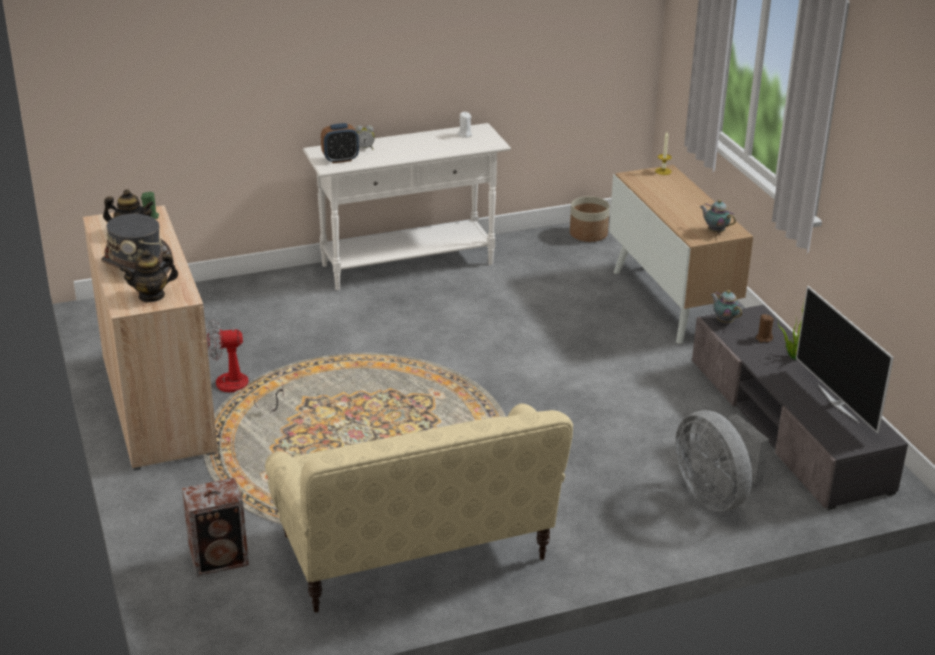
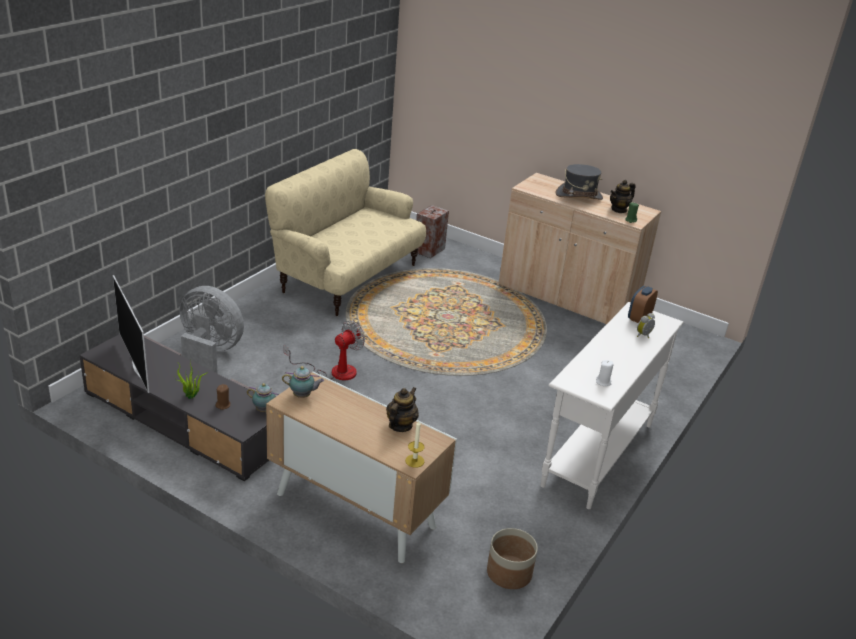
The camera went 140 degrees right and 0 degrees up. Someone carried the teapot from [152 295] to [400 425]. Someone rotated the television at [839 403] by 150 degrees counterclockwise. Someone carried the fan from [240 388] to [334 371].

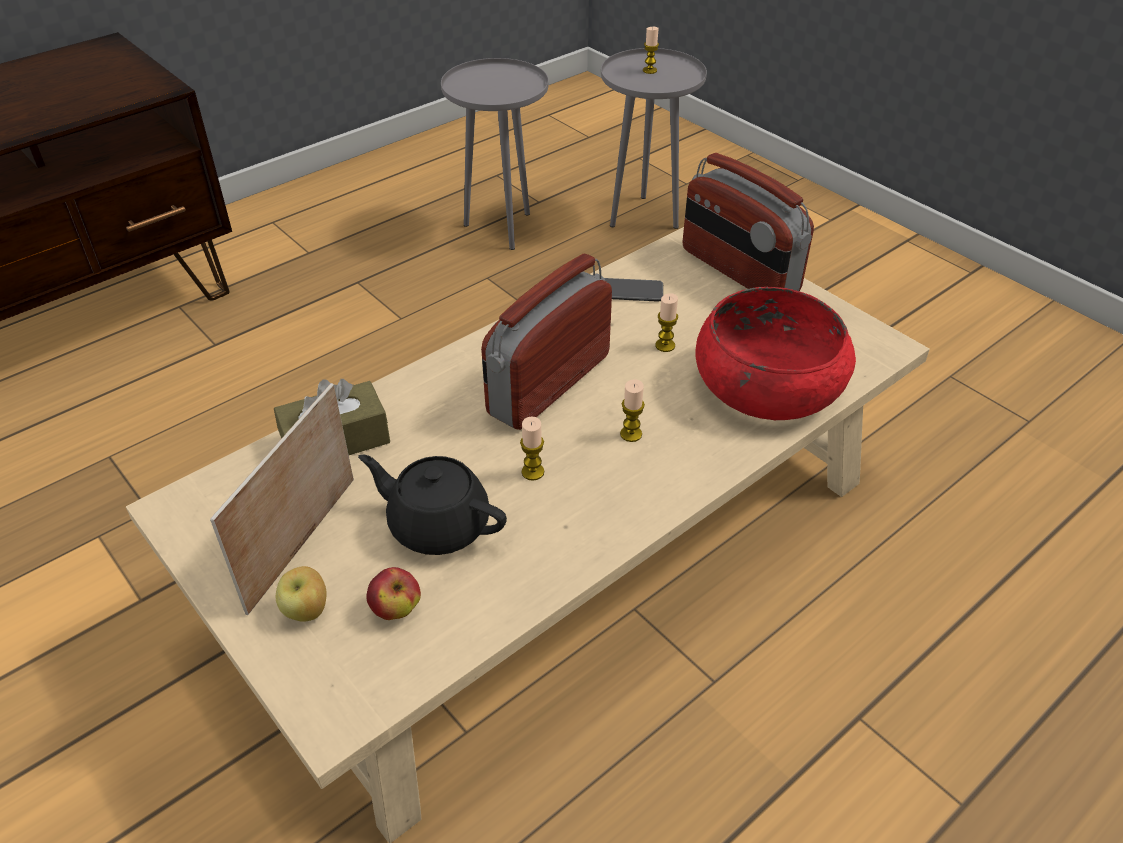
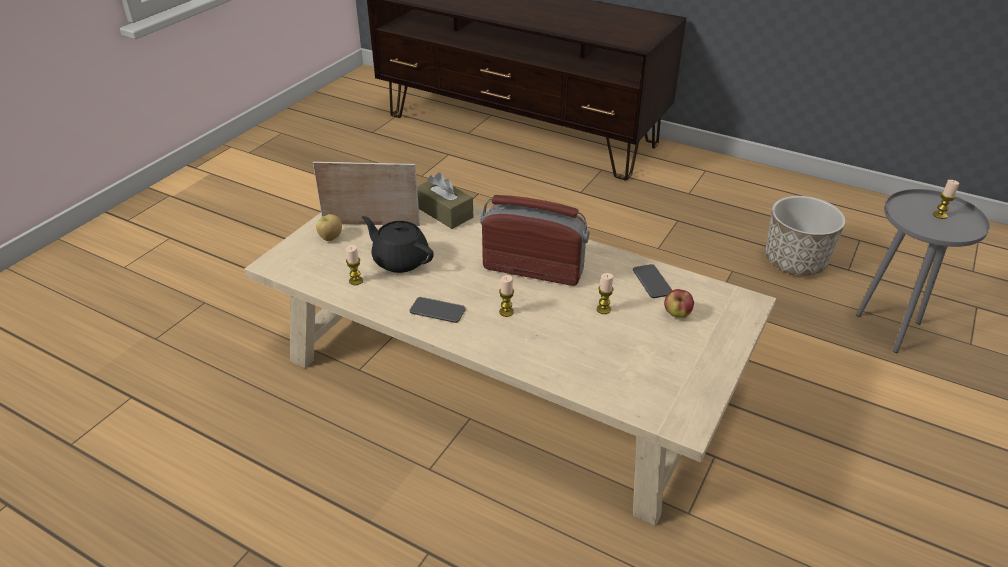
The camera went 70 degrees right and 5 degrees down. Someone swapped the side table (grey) at [501 229] for the planter at [794 261]. Someone took away the radio at [738 271]. Someone took away the bowl (red) at [767 384]. Someone carried the candle from [532 472] to [356 281]. Someone rotated the teapot (black) at [437 524] by 60 degrees counterclockwise. Someone carried the apple from [396 609] to [677 314]. Someone put down the phone at [437 311].

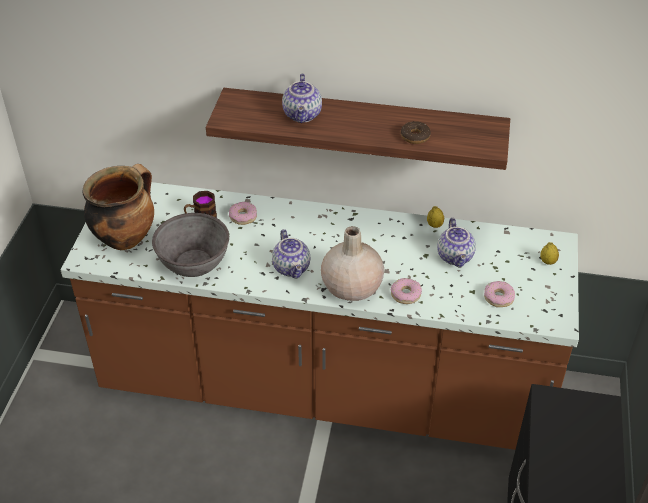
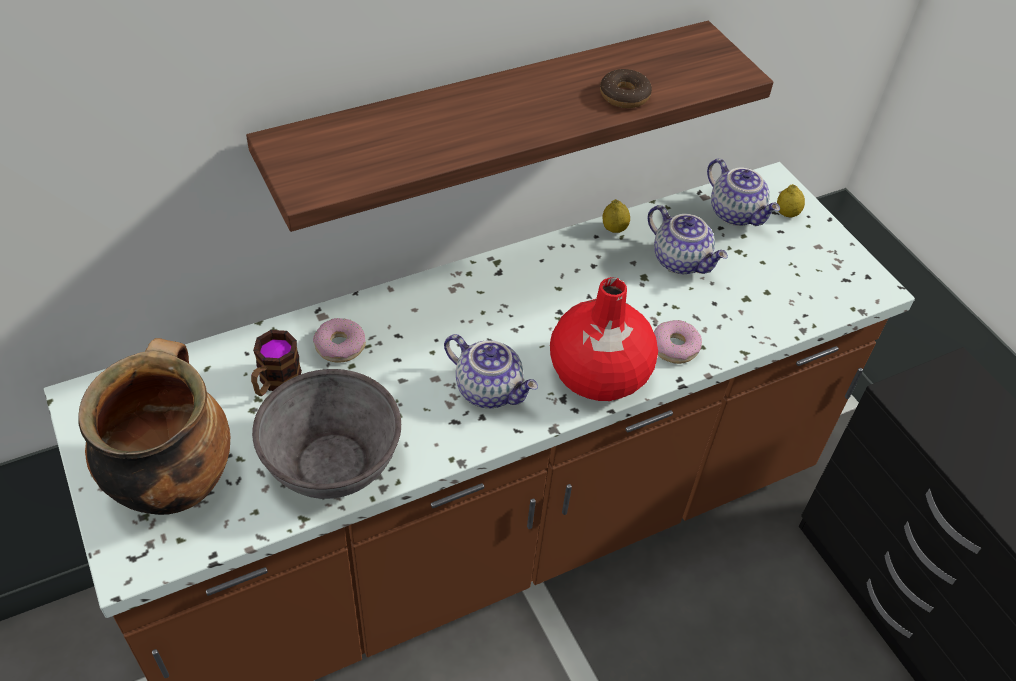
The camera went 40 degrees left and 5 degrees up. Someone carried the teapot from [303 115] to [736 213]. Someone repainted the vase (beige) at [351 287], which became the vase (red) at [597 375]. Someone took away the donut at [498 297].

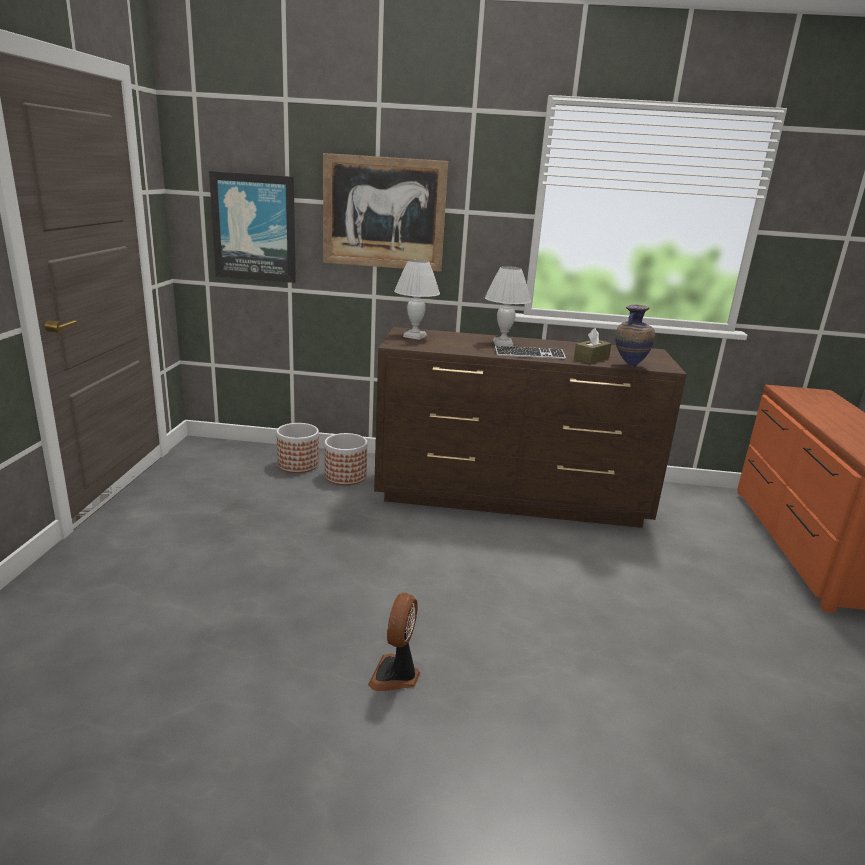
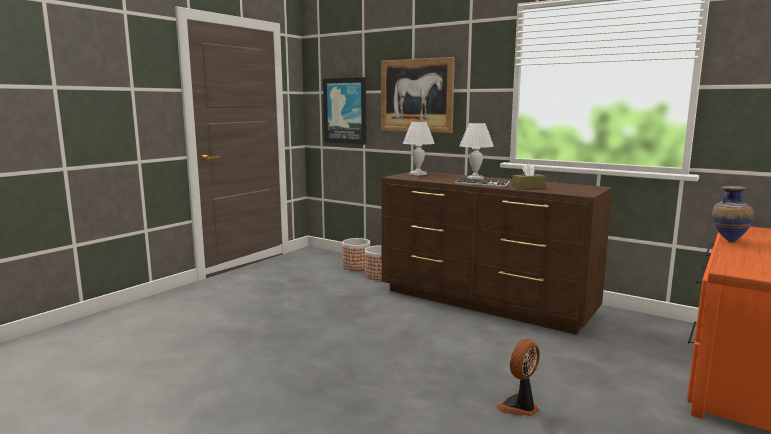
The camera went 30 degrees right and 10 degrees down. Someone carried the vase from [629 365] to [728 241]. Someone carried the fan from [396 675] to [519 407].

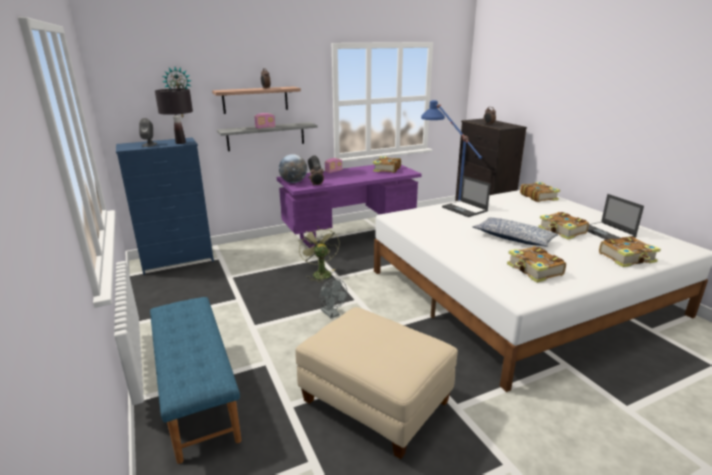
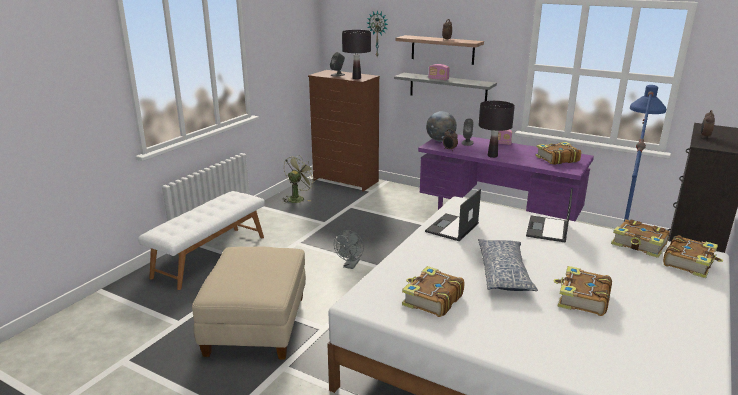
The camera went 55 degrees right and 0 degrees up. Someone repainted the dresser (blue) at [178 261], which became the dresser (brown) at [346 181]. Someone carried the laptop from [607 232] to [452 228]. Someone carried the fan (green) from [320 273] to [298 198]. Someone carried the book from [627 258] to [639 245]. Someone repainted the bench (blue) at [196 393], which became the bench (white) at [210 256]. Someone put down the table lamp (black) at [492 156].

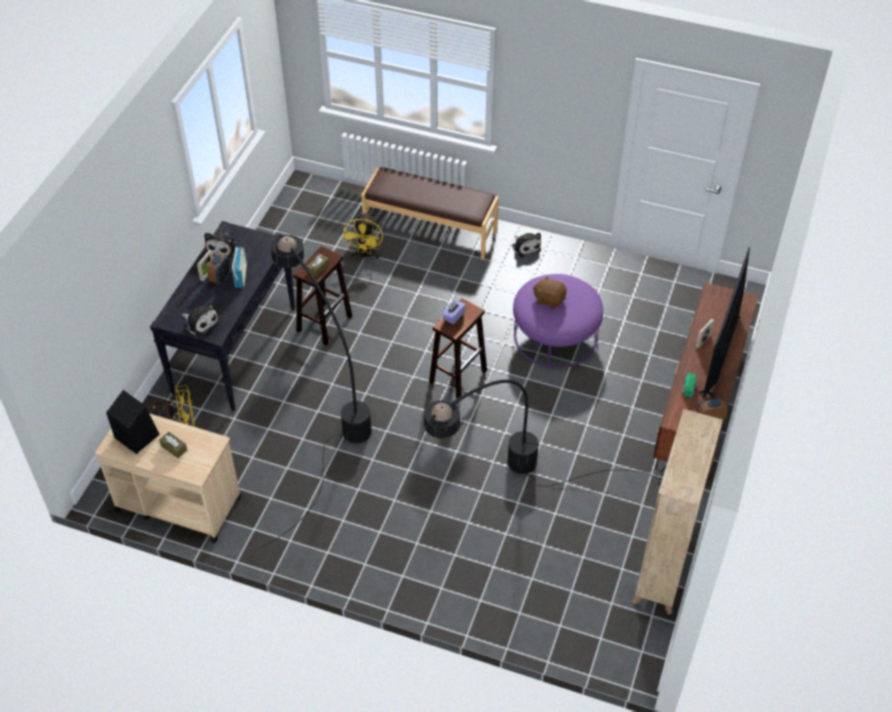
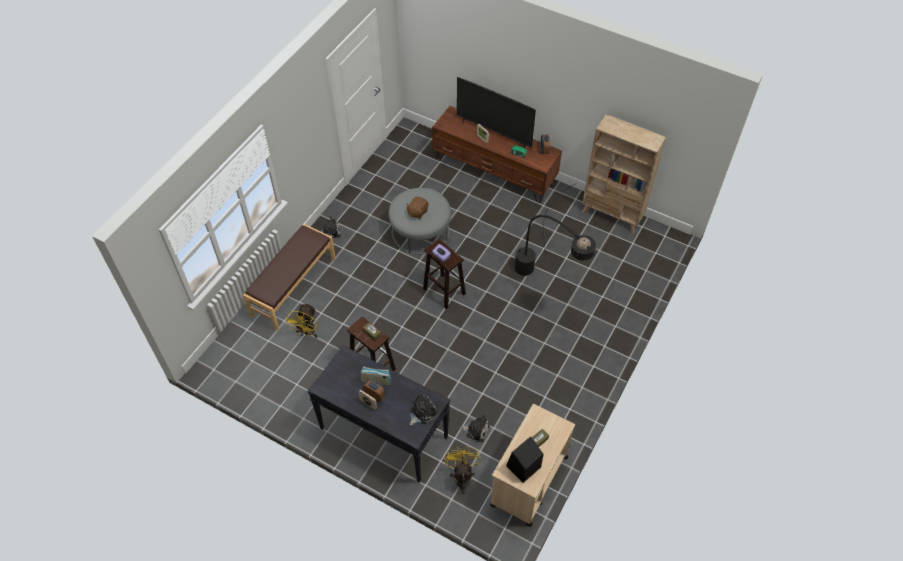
The camera went 80 degrees left and 5 degrees up. Someone rotated the fan (yellow) at [365 255] by 90 degrees clockwise. Someone carried the plush toy from [222 247] to [476 430]. Someone took away the floor lamp (black) at [324 417]. Someone repainted the ottoman (purple) at [555 336], which became the ottoman (grey) at [420 231].

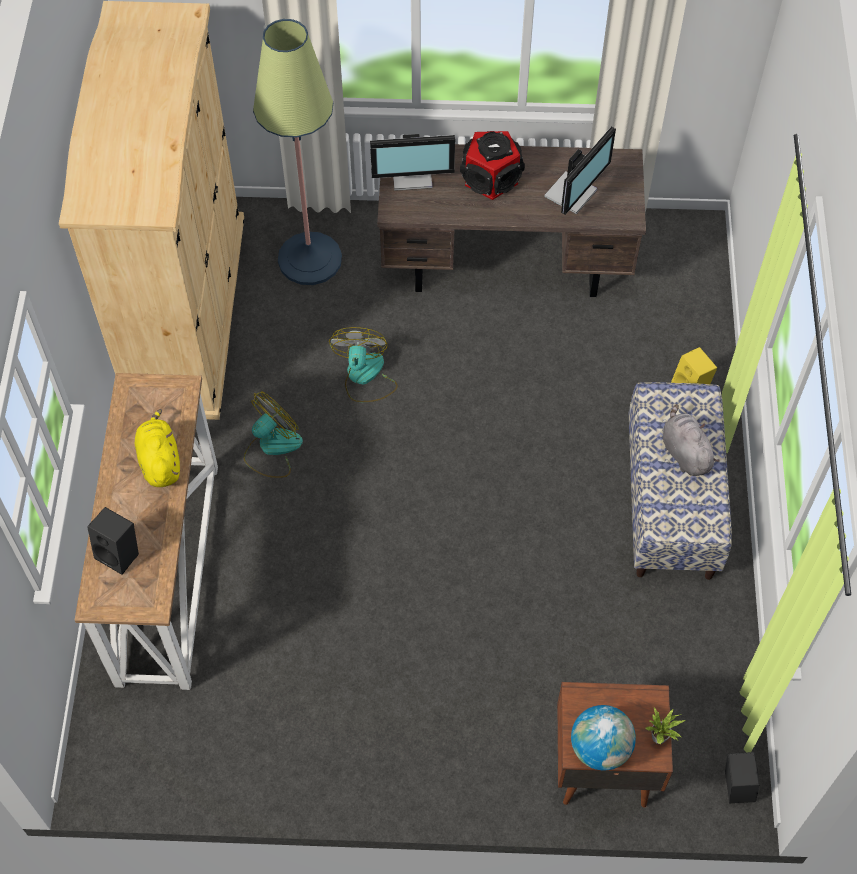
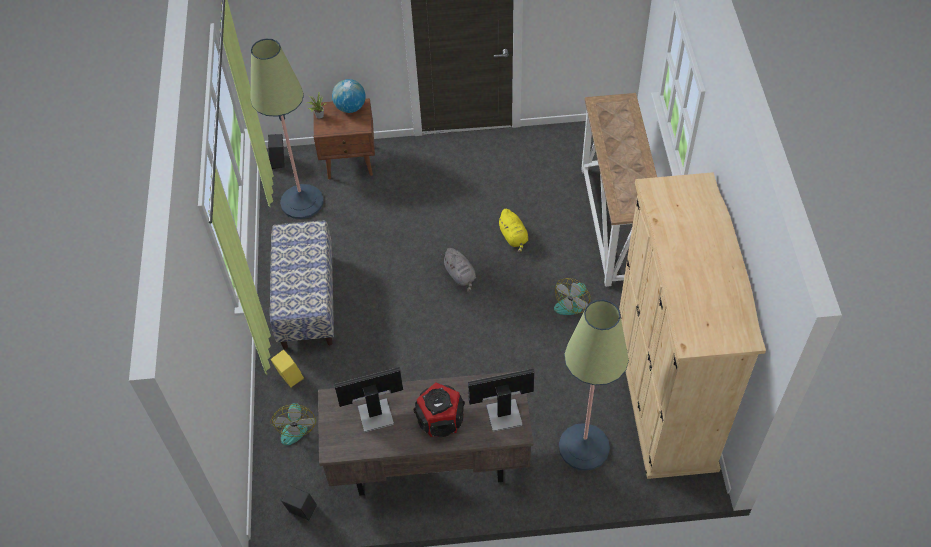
The camera went 175 degrees right and 5 degrees down. Someone rotated the monitor at [573 193] by 45 degrees clockwise. Someone carried the fan from [365 377] to [294 425]. Someone carried the plush toy (grey) from [684 452] to [460 276]. Someone carried the plush toy (yellow) from [160 461] to [513 237]. Someone carried the speaker (black) from [120 554] to [301 511]. Someone put down the floor lamp at [302 202].

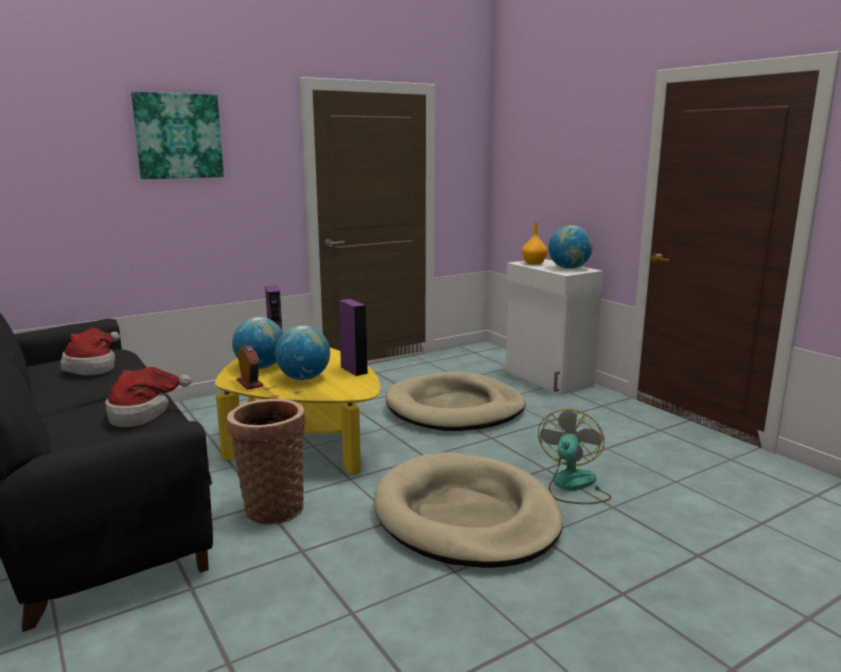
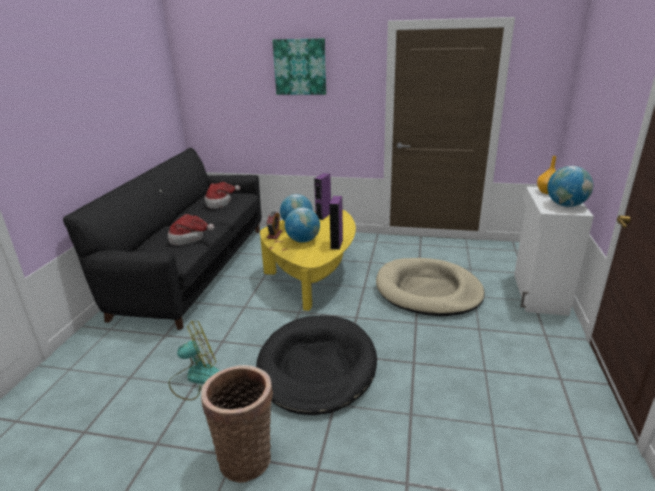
The camera went 45 degrees right and 10 degrees up. Someone carried the basket from [272 507] to [246 456]. Someone carried the fan from [572 486] to [195 378]. Someone repainted the dog bed (beige) at [466 516], which became the dog bed (black) at [317 367].

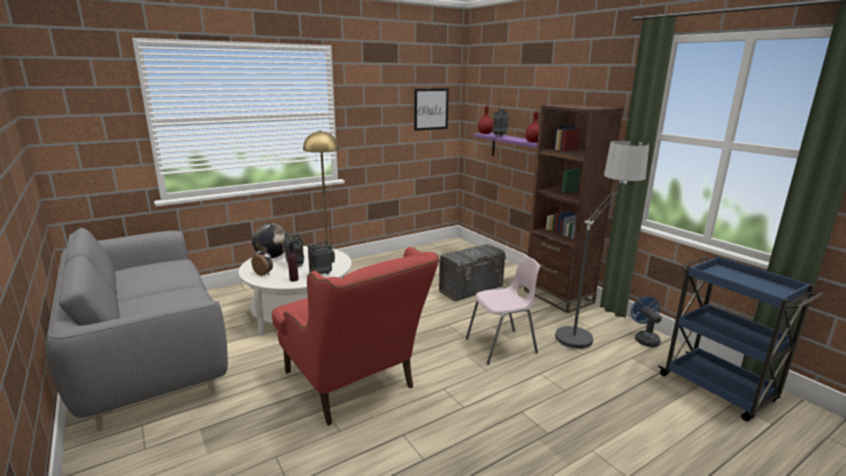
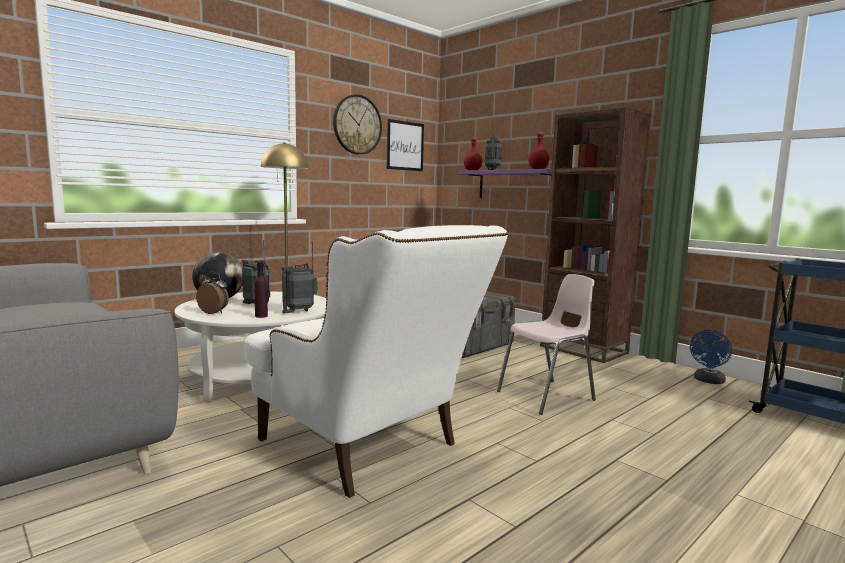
The camera went 10 degrees left and 10 degrees down. Someone took away the floor lamp at [587 329]. Someone repainted the armchair (red) at [354 386], which became the armchair (white) at [370 449]. Someone rotated the fan (blue) at [644 339] by 120 degrees counterclockwise. Someone put up the wall clock at [357 125].

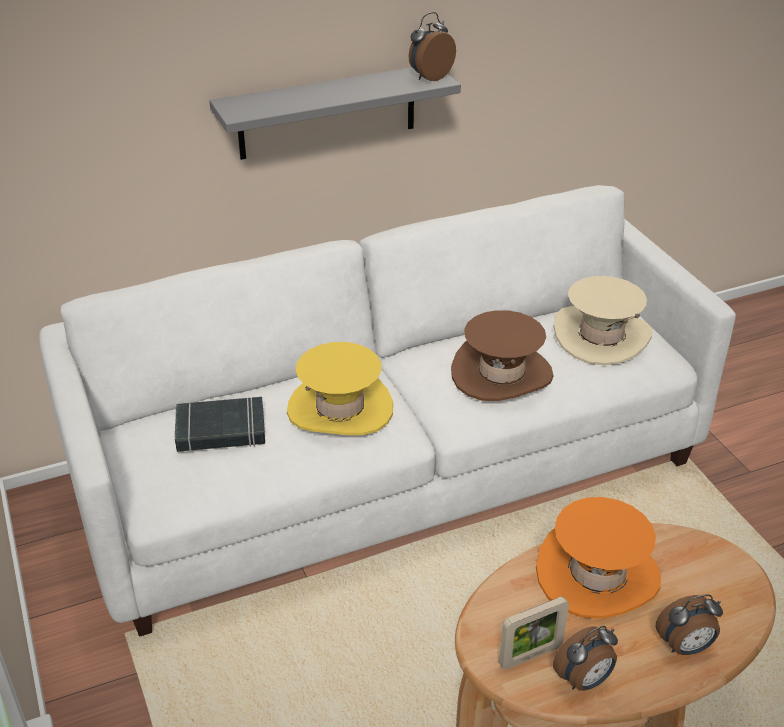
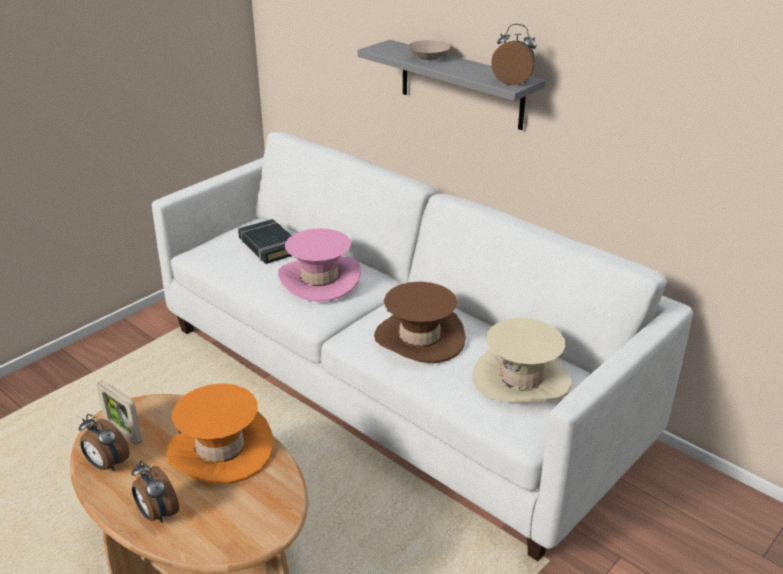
The camera went 65 degrees right and 5 degrees down. Someone repainted the hat (yellow) at [340 408], which became the hat (pink) at [319 279]. Someone put down the bowl (beige) at [429 57].

